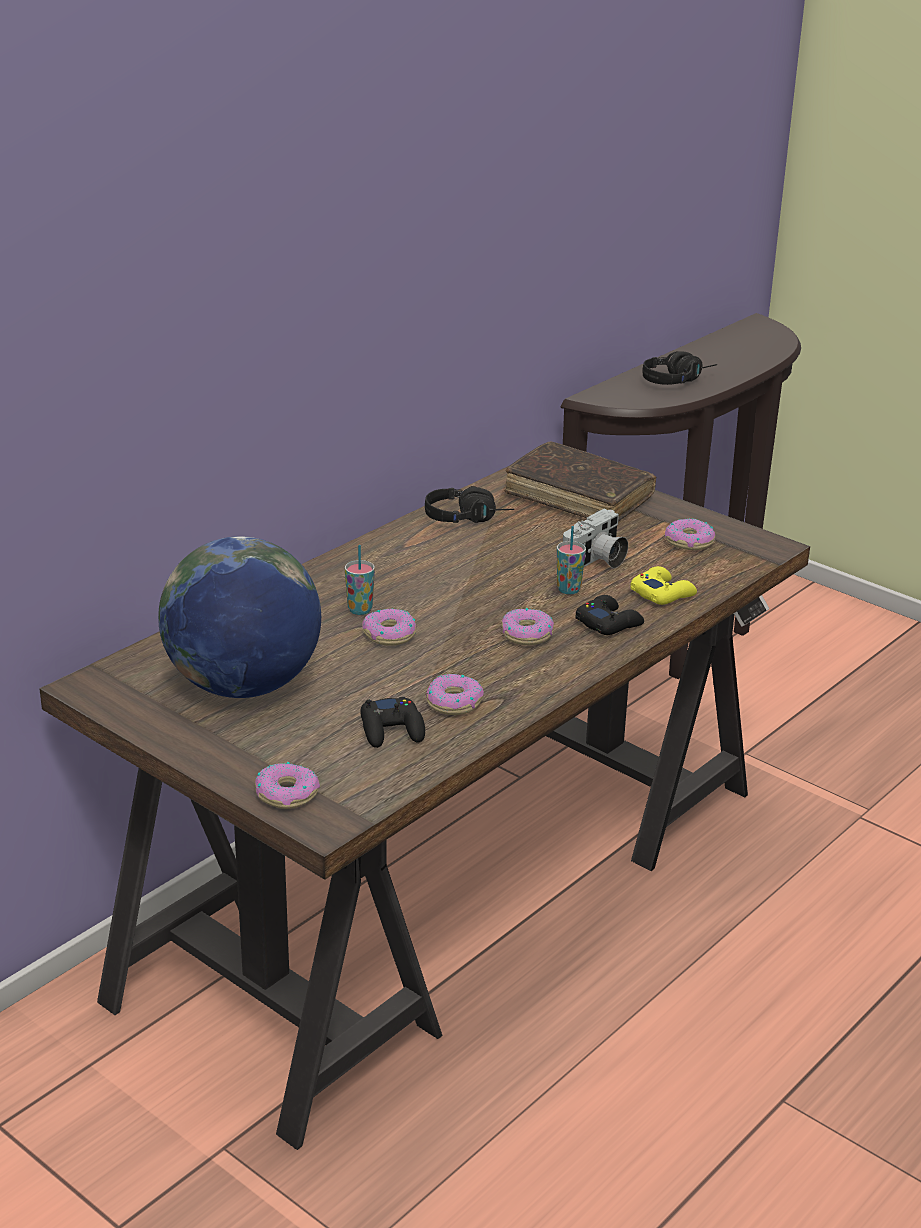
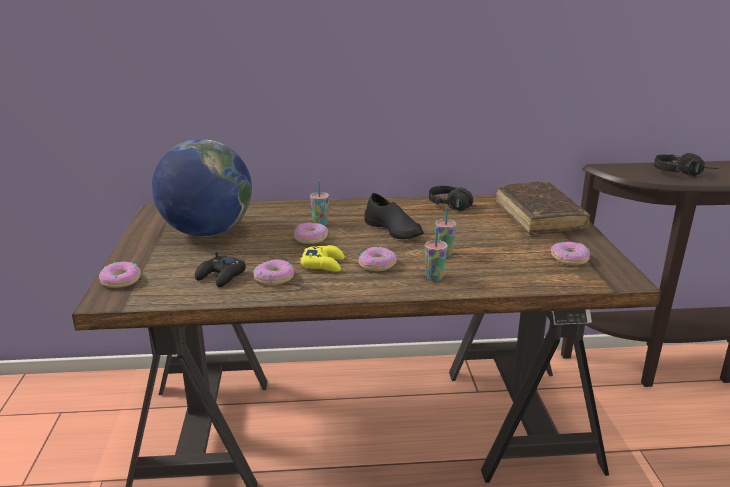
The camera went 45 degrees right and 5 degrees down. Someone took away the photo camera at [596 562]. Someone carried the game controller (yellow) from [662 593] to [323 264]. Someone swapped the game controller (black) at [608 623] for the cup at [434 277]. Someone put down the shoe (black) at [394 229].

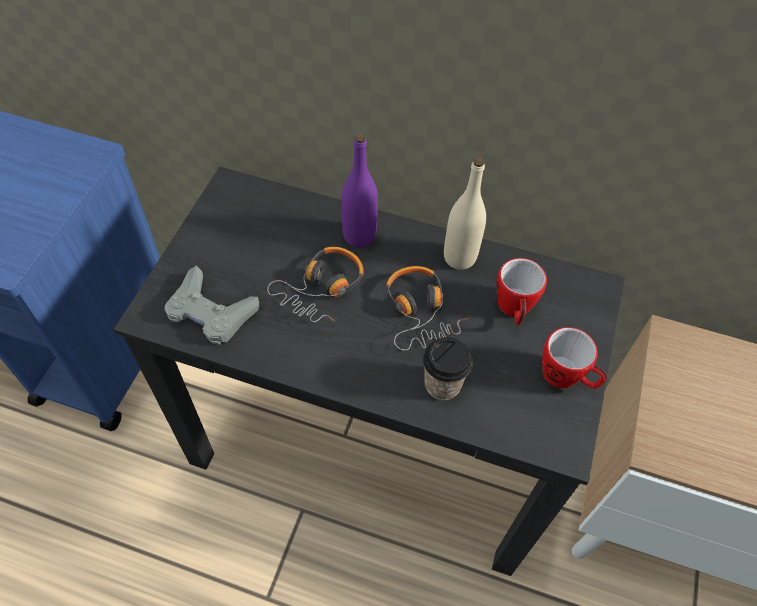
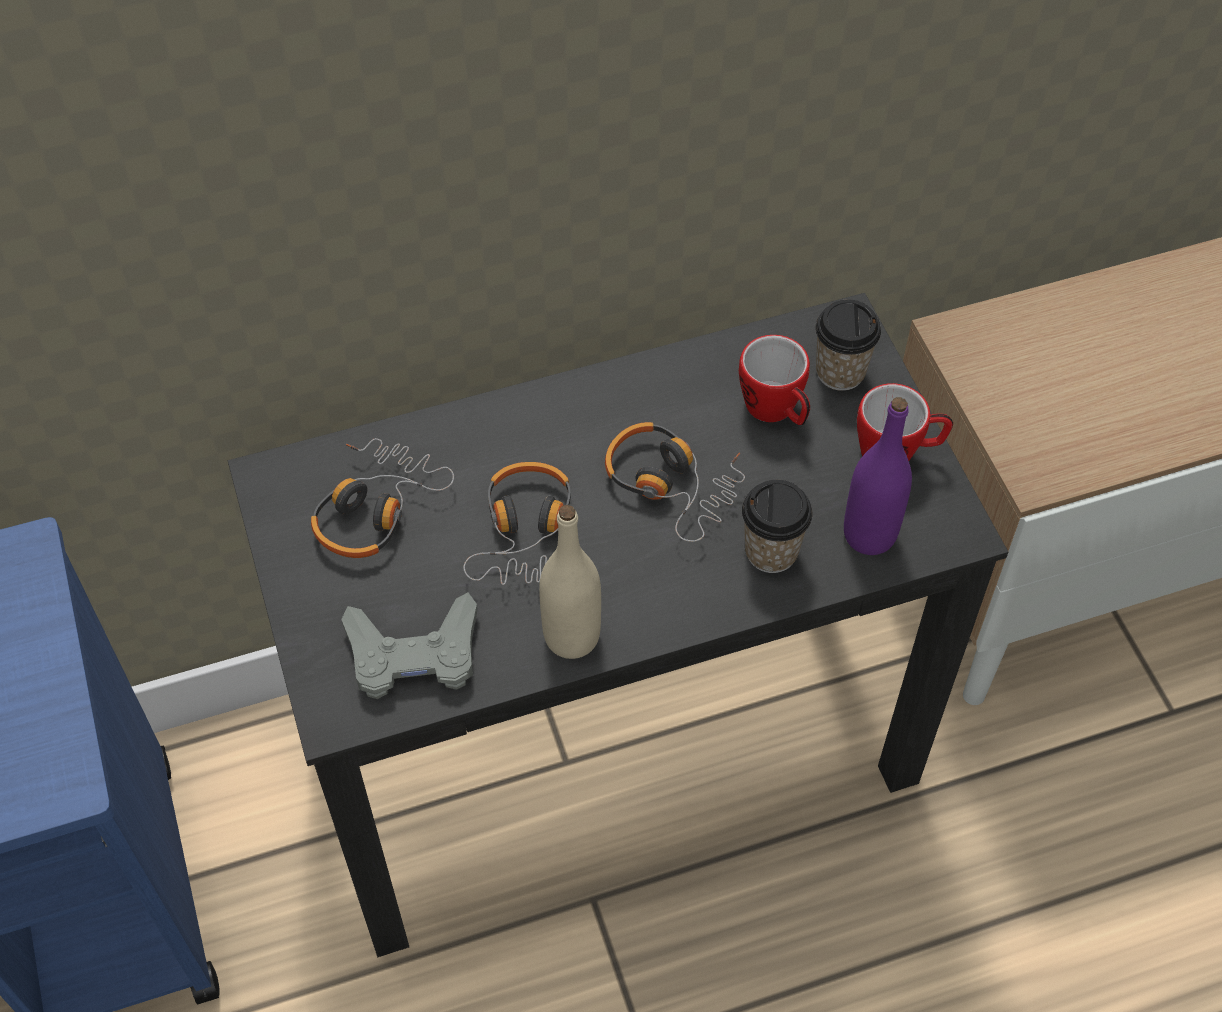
The camera went 35 degrees left and 0 degrees up. Someone carried the bottle (purple) from [359 236] to [869 535]. Someone carried the bottle (beige) from [459 257] to [571 636]. Someone put down the cup at [840 372]. Someone put down the headphones at [375 508].

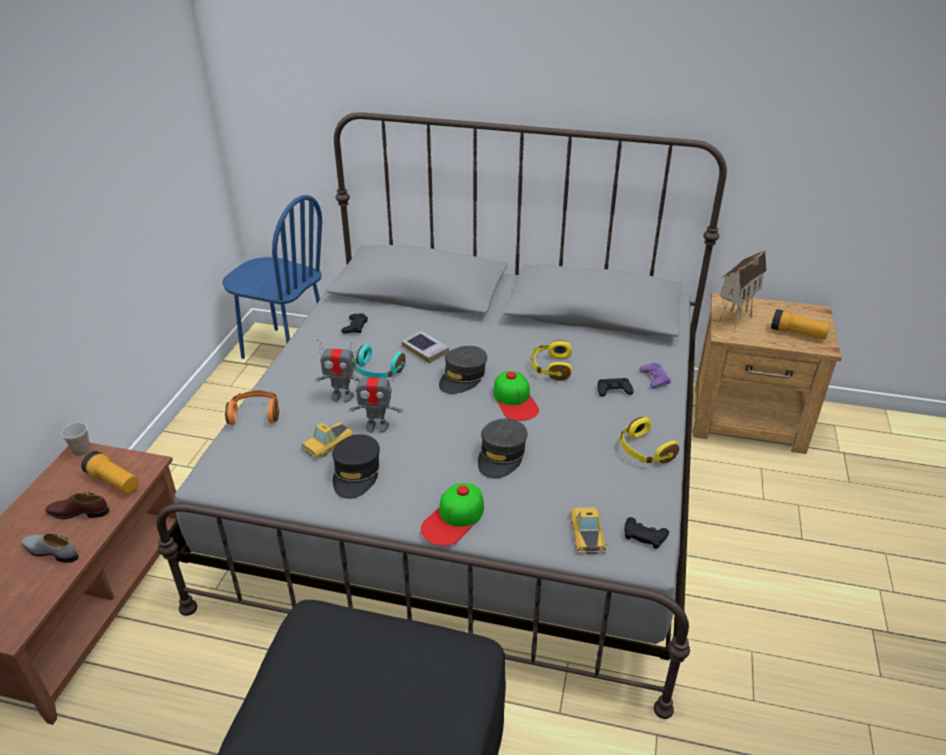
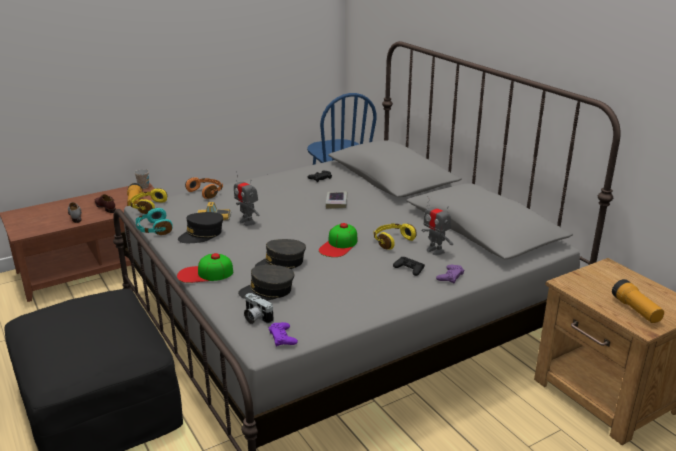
The camera went 45 degrees right and 10 degrees down. Someone took away the toy house at [733 318]. Someone carried the toy robot from [342 396] to [435 251]. Someone carried the headphones (turquoise) from [378 371] to [153 229]. Someone carried the cap (grey) from [463 377] to [267 291]. Someone carried the headphones (yellow) from [644 451] to [147 207]. Someone swapped the toy car at [587 533] for the photo camera at [255 318]. Someone repainted the game controller (black) at [644 535], which became the game controller (purple) at [282 337].

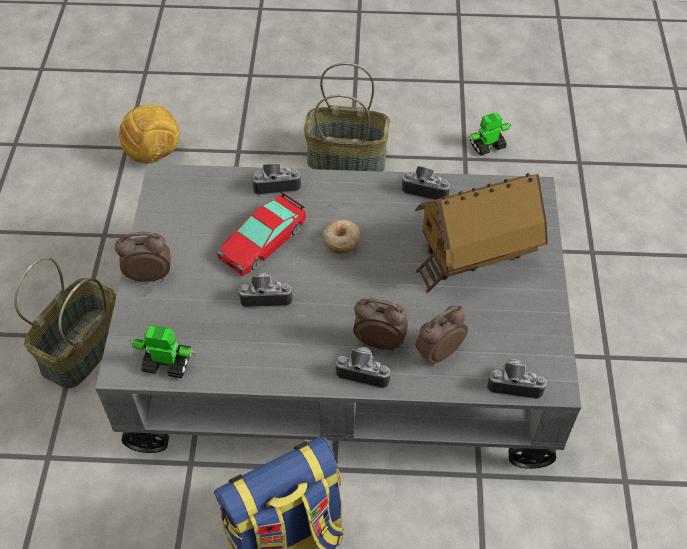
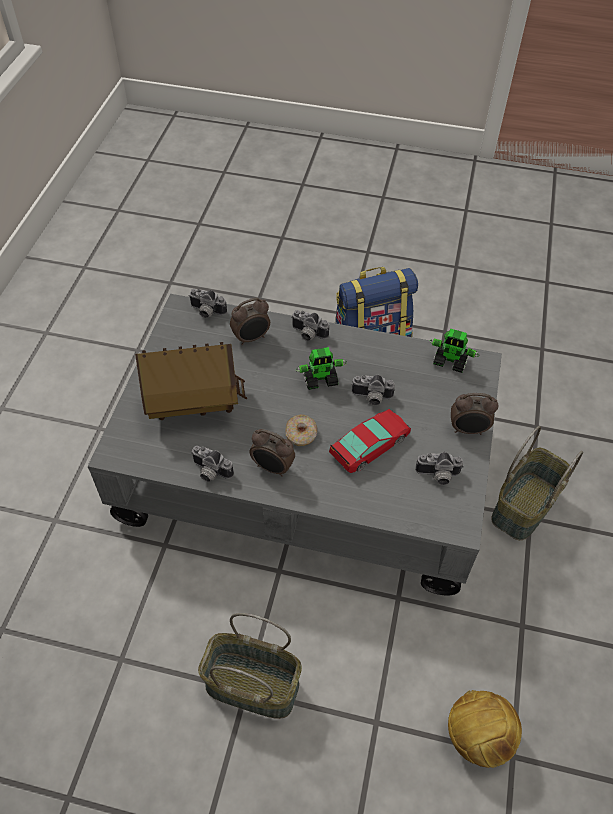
The camera went 170 degrees left and 0 degrees up. Someone carried the toy robot from [487 145] to [320 379]. Someone carried the photo camera from [276 184] to [437 476]. Someone carried the alarm clock from [379 341] to [272 468].

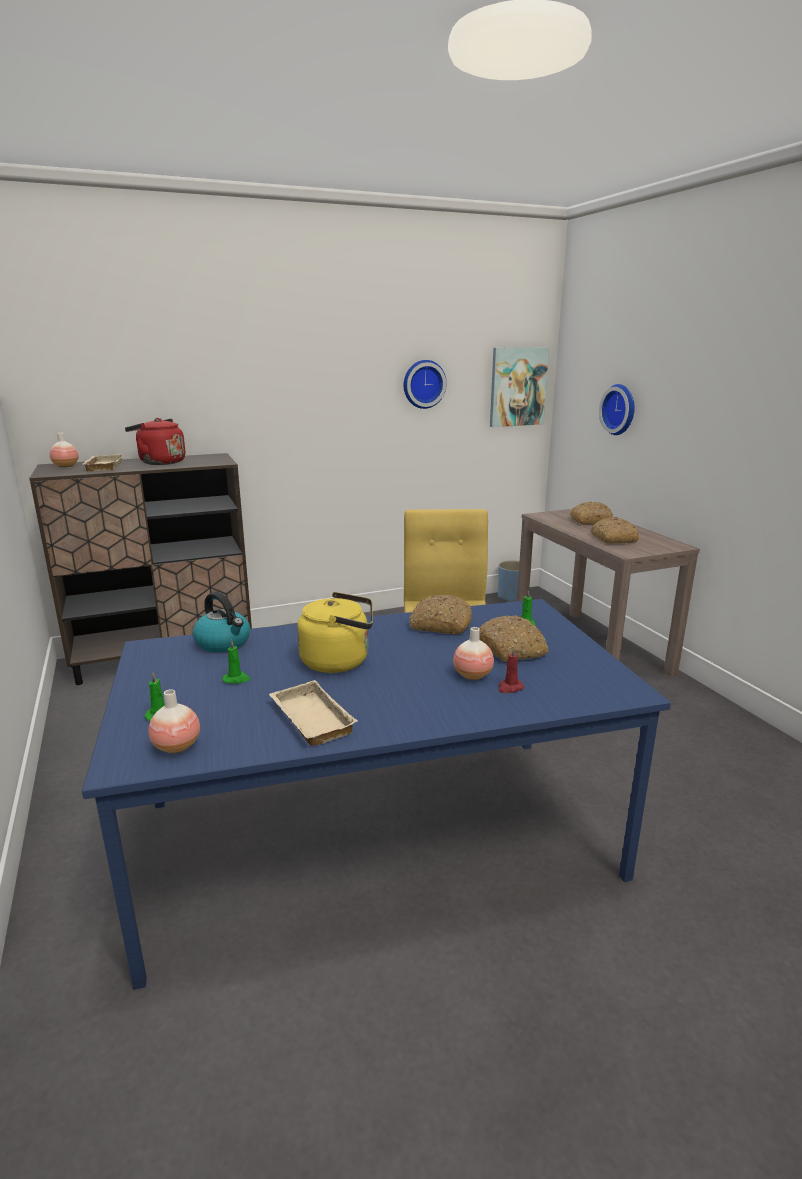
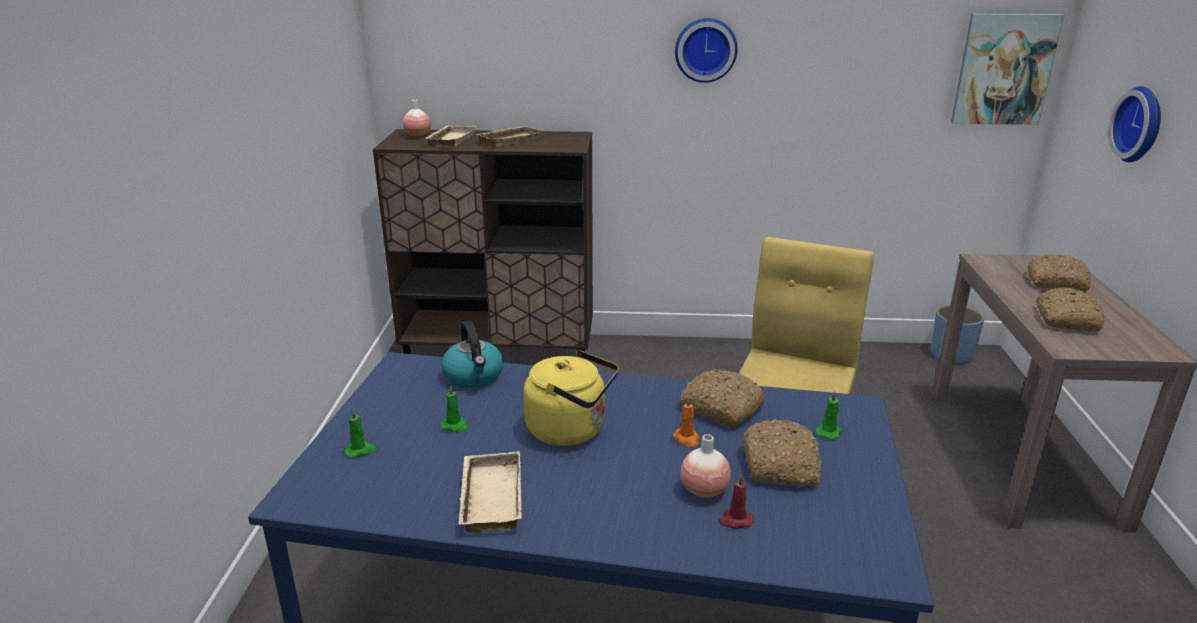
The camera went 25 degrees right and 5 degrees up. Someone carried the wall clock from [423 384] to [705 49]. Someone swapped the kettle (red) at [159 462] for the tray (beige) at [509 140]. Someone took away the vase at [177 746]. Someone put down the candle (orange) at [687 439].

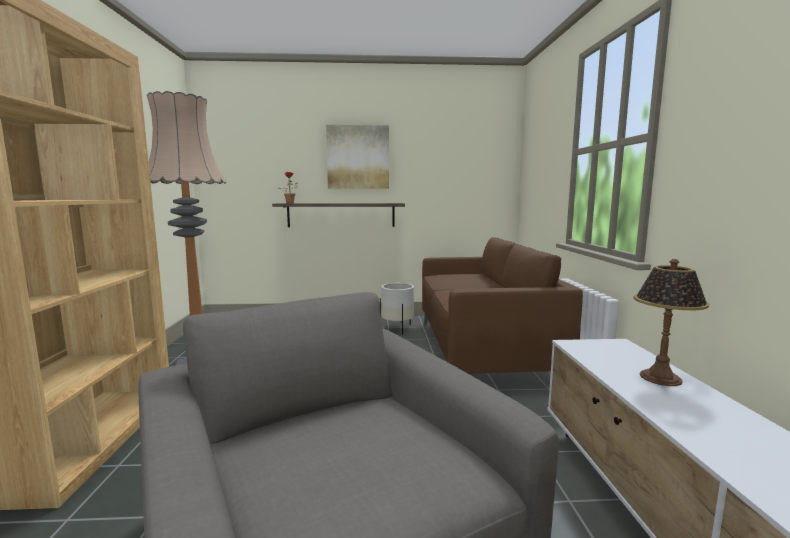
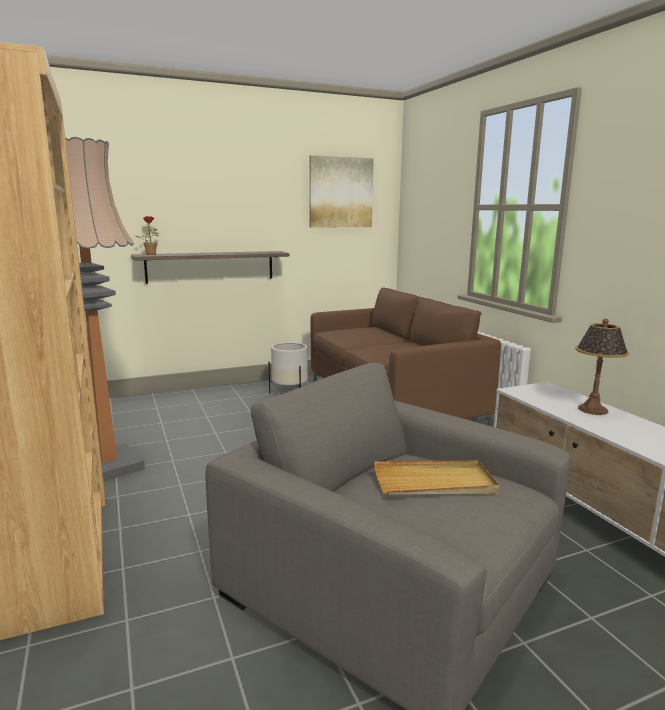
The camera went 20 degrees left and 5 degrees up. Someone carried the picture from [358 157] to [340 192]. Someone put down the tray (beige) at [434 483].

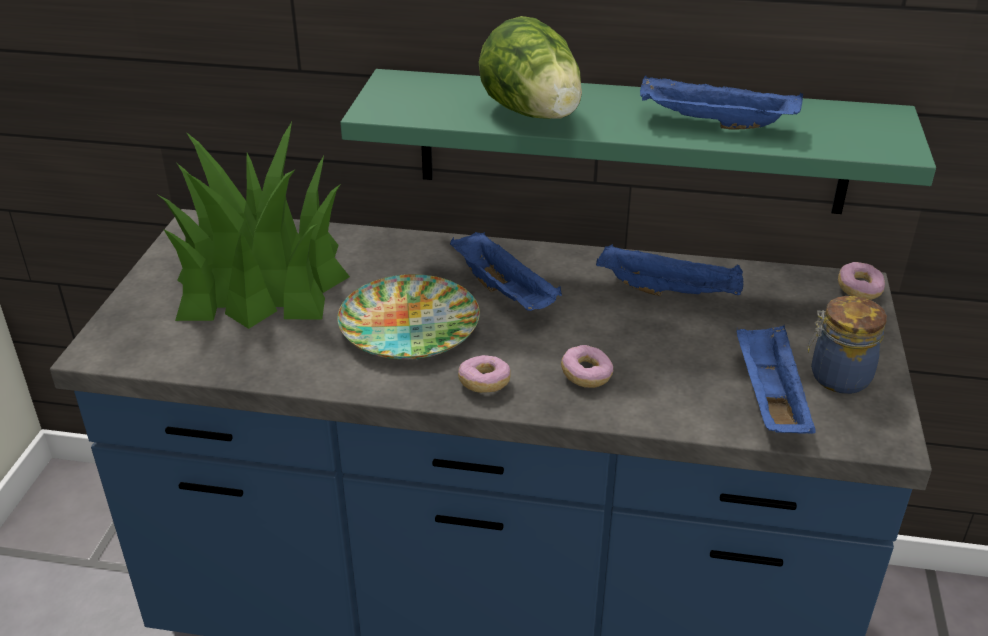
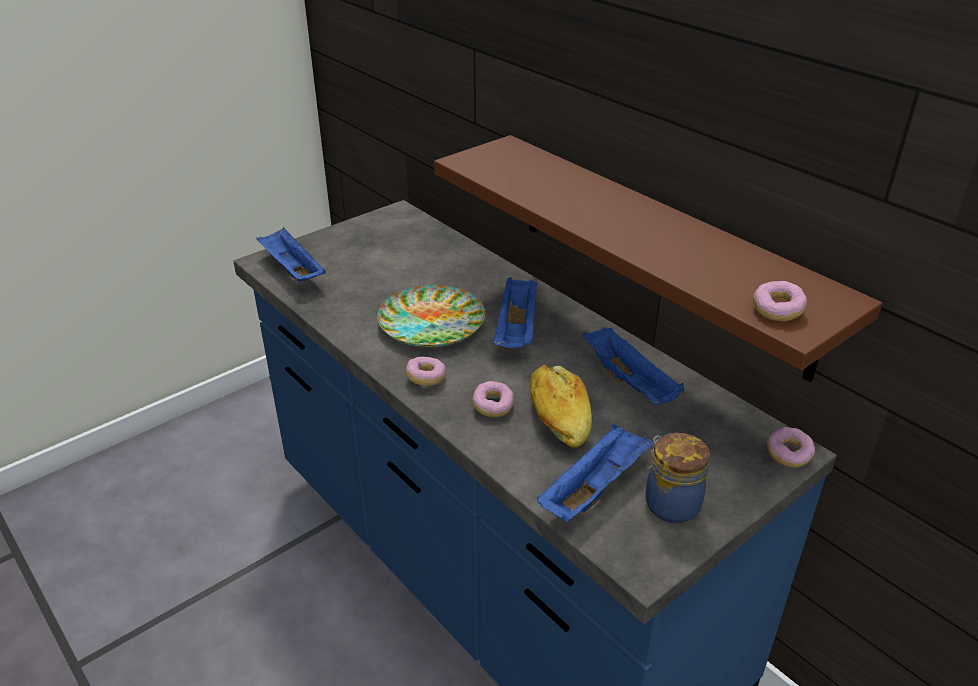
The camera went 40 degrees right and 0 degrees up. Someone took away the lettuce at [534 114]. Someone repainted the shelf (green) at [631 142], which became the shelf (brown) at [659 251]. Someone carried the tray (blue) from [713 124] to [291 270]. Someone took away the potted plant at [261 280]. Someone put down the donut at [777 310]. Someone put down the bread at [558 417].

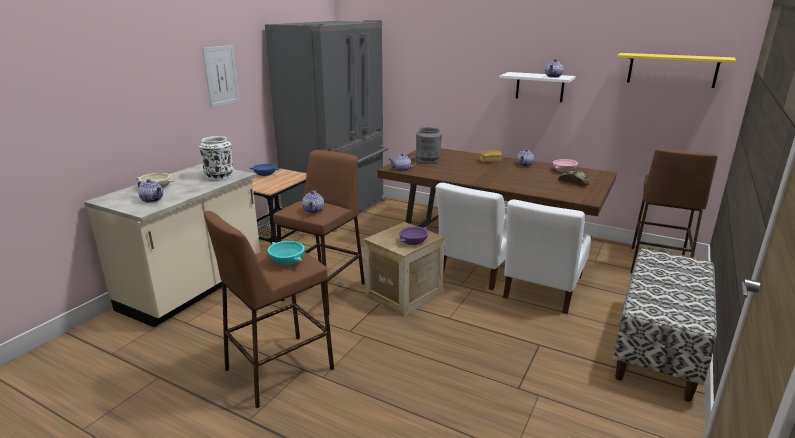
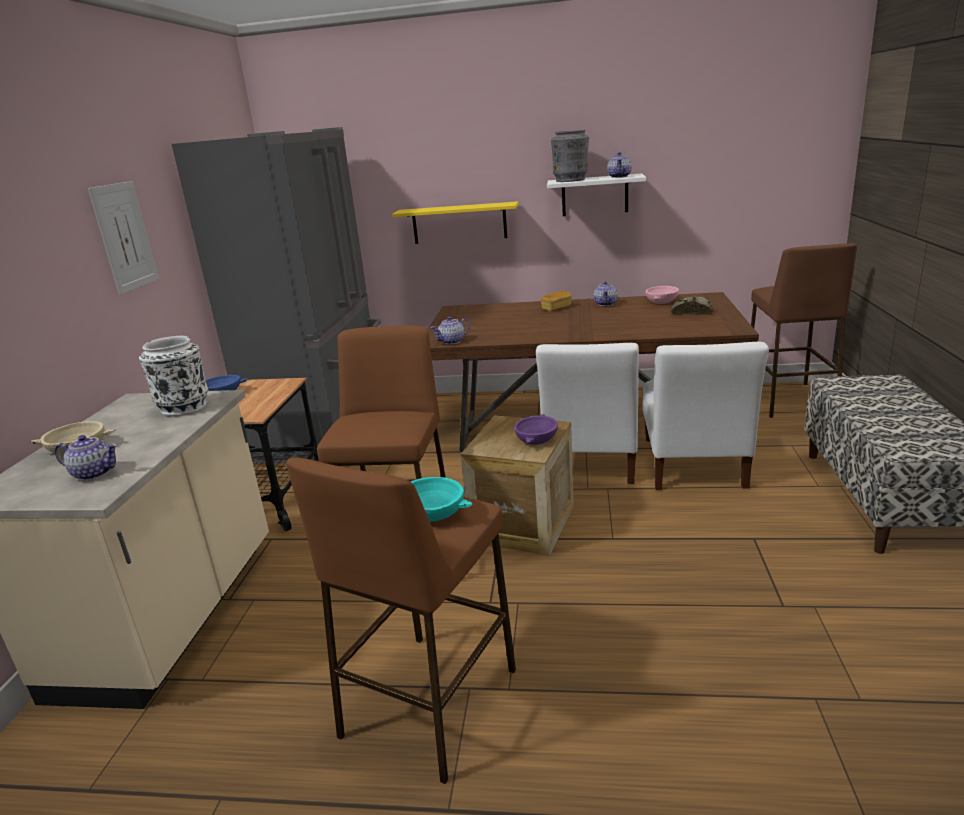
The camera went 20 degrees left and 0 degrees up. Someone carried the shelf (yellow) from [672 70] to [459 223]. Someone carried the vase (grey) from [428 160] to [571 180]. Someone took away the teapot at [314 210].

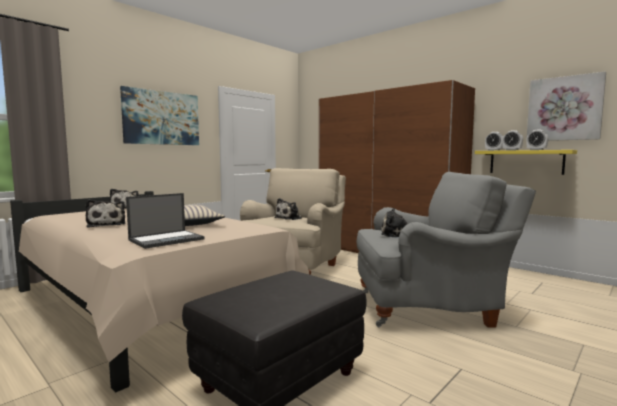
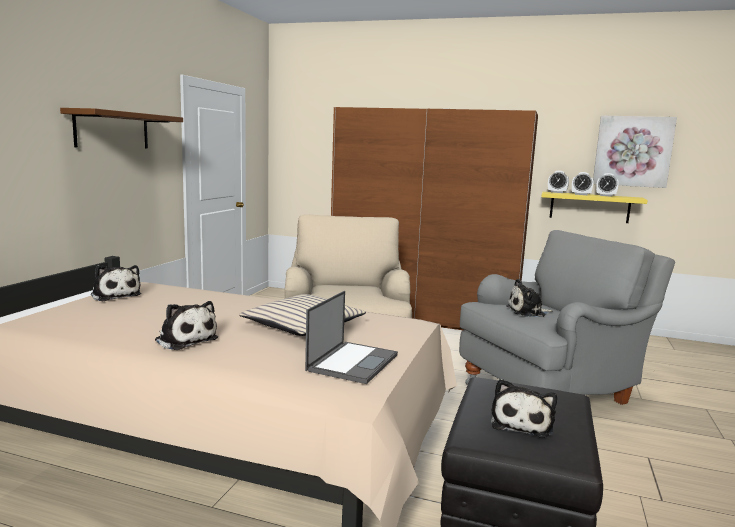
The camera went 25 degrees left and 5 degrees up. Someone swapped the picture at [162 118] for the shelf (brown) at [112 130]. Someone carried the plush toy from [289 218] to [522 423].

